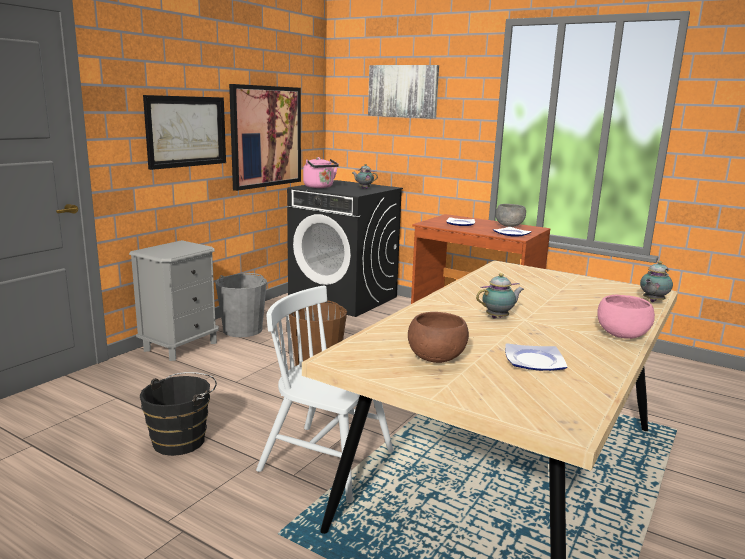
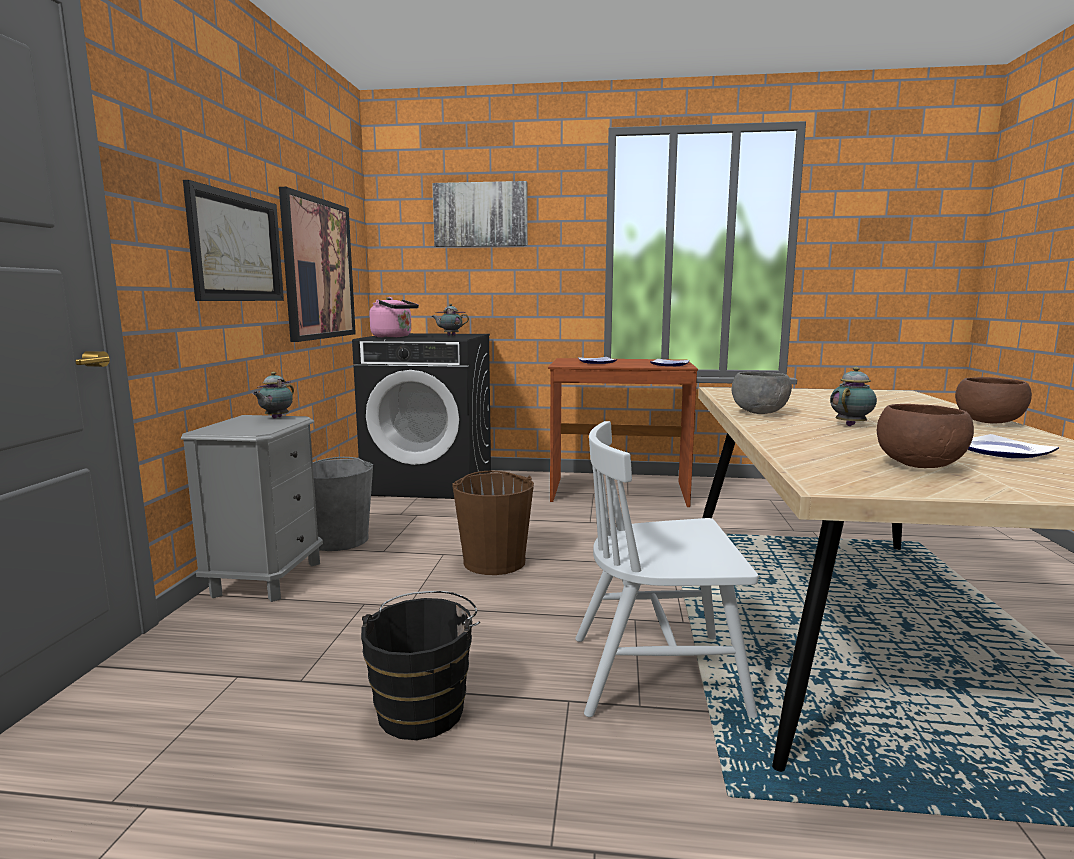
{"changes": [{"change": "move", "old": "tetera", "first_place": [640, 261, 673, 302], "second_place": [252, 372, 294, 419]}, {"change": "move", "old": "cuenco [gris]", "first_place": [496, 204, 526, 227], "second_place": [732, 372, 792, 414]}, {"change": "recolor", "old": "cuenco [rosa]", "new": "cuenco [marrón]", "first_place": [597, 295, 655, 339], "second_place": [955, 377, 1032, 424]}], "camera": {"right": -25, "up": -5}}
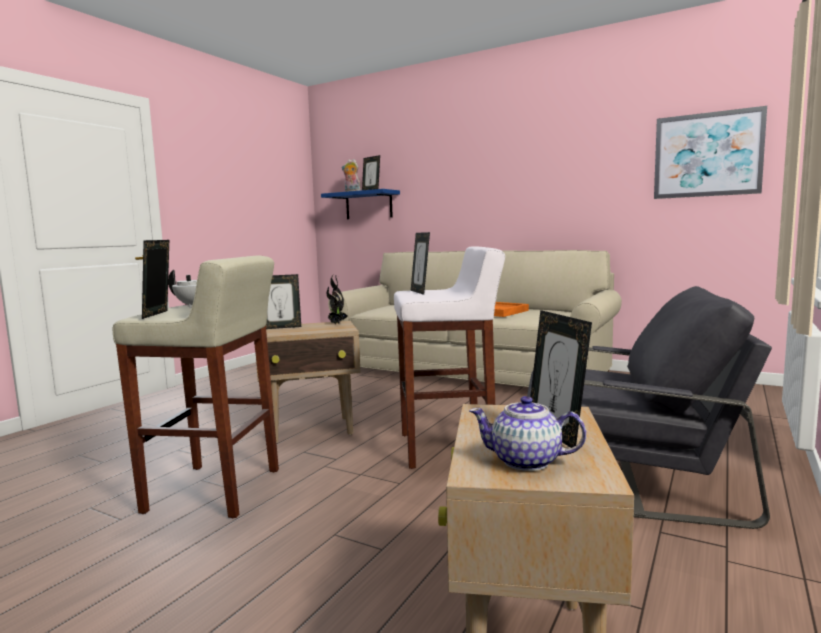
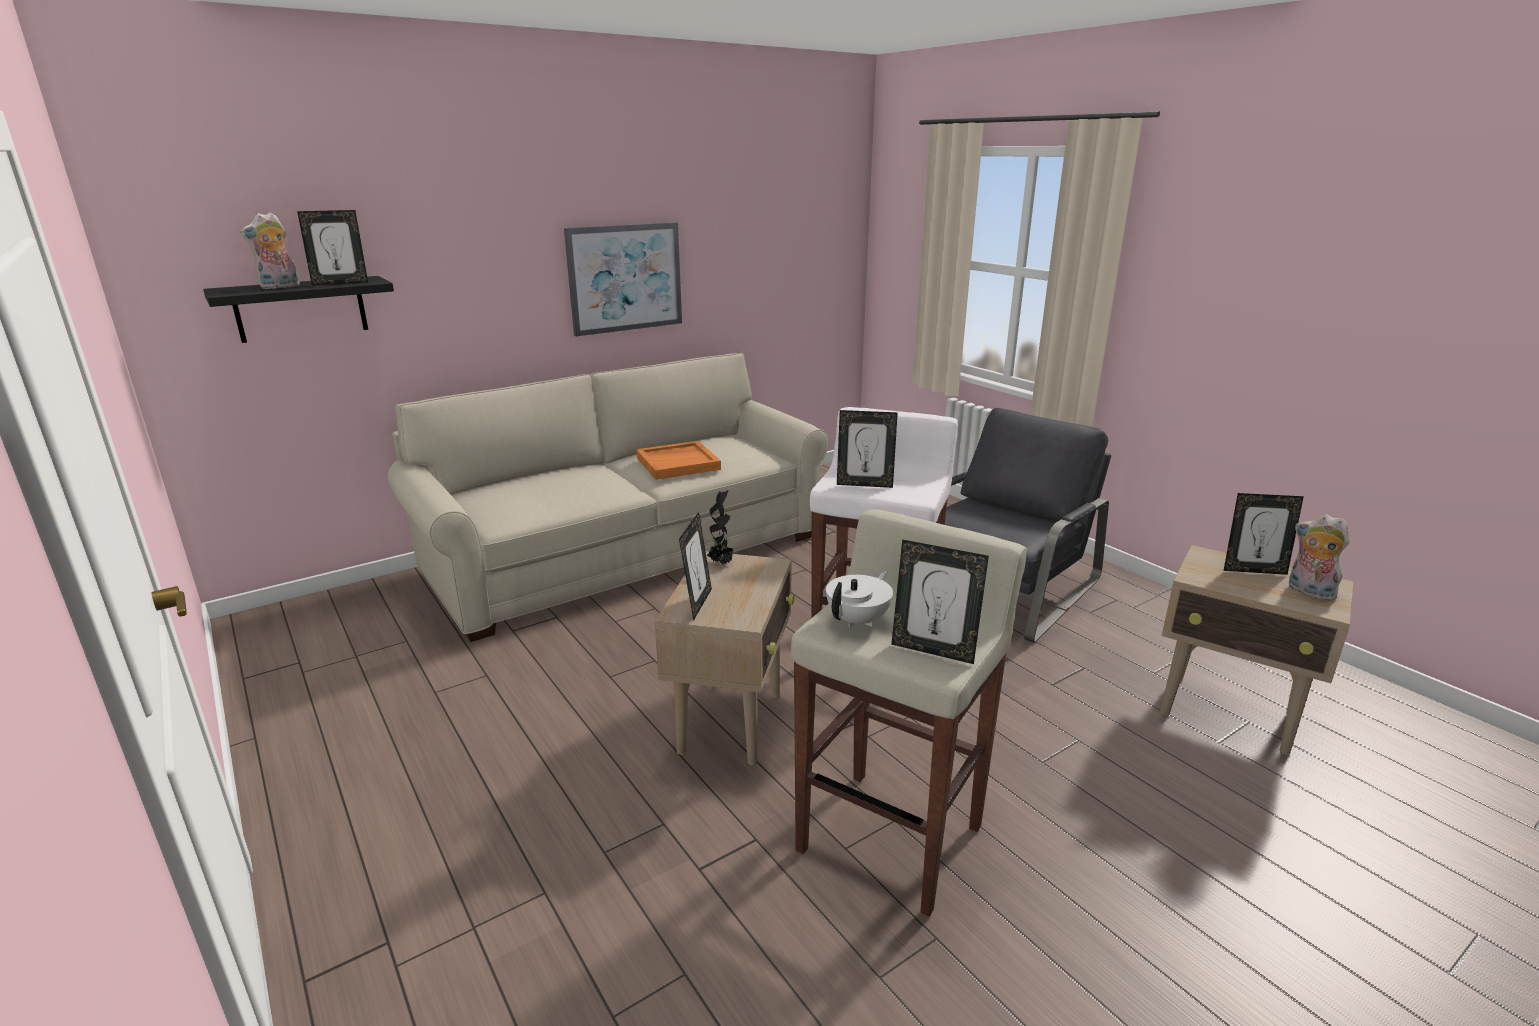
{"changes": [{"change": "recolor", "old": "estante [azul]", "new": "estante [negro]", "first_place": [321, 189, 400, 219], "second_place": [203, 276, 394, 343]}, {"change": "move", "old": "cuadro", "first_place": [654, 106, 767, 199], "second_place": [564, 222, 682, 337]}, {"change": "replace", "old": "tetera", "new": "peluche", "first_place": [469, 396, 586, 471], "second_place": [1289, 514, 1350, 601]}], "camera": {"right": -65, "up": 15}}
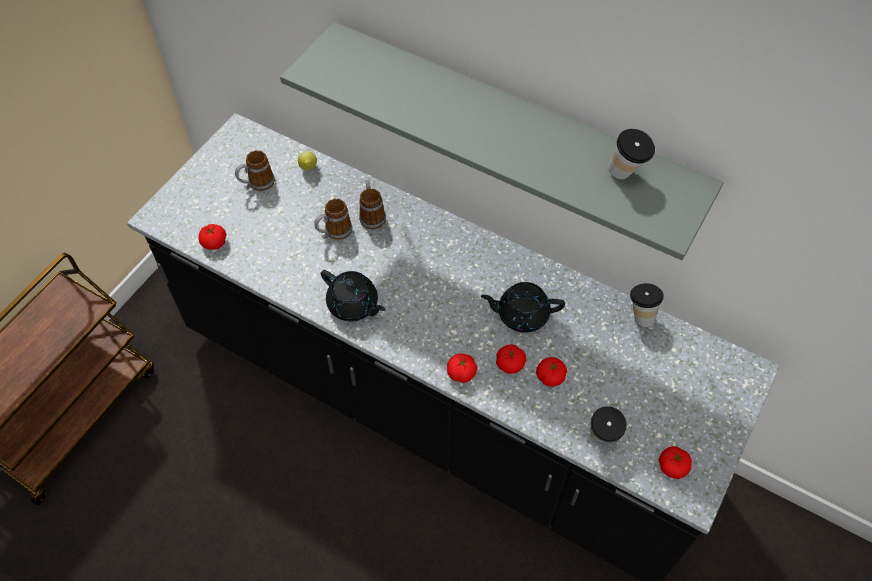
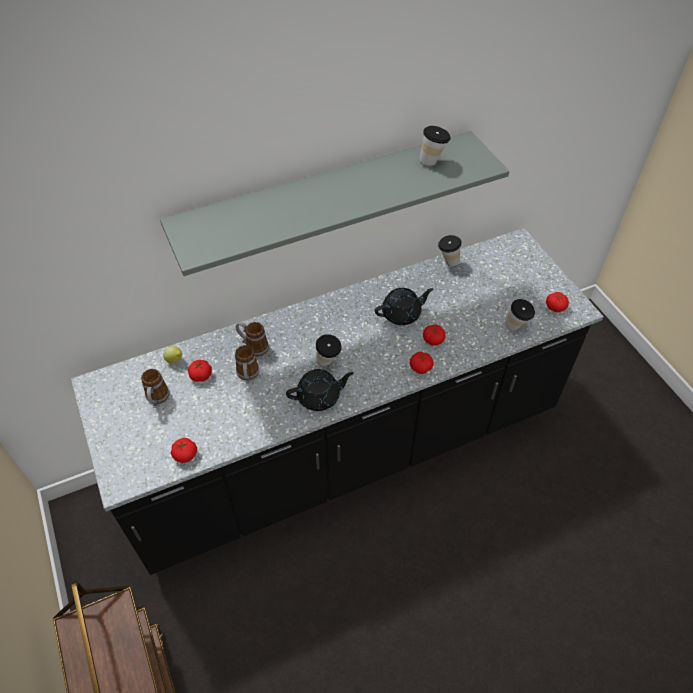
{"changes": [{"change": "move", "old": "tomate", "first_place": [536, 357, 567, 387], "second_place": [188, 360, 212, 382]}, {"change": "insert", "new": "taza", "second_place": [316, 334, 342, 366]}, {"change": "rotate", "old": "tetera [negro]", "first_place": [481, 282, 565, 333], "second_place": [375, 288, 433, 325], "degrees": -150}], "camera": {"right": -55, "up": -5}}
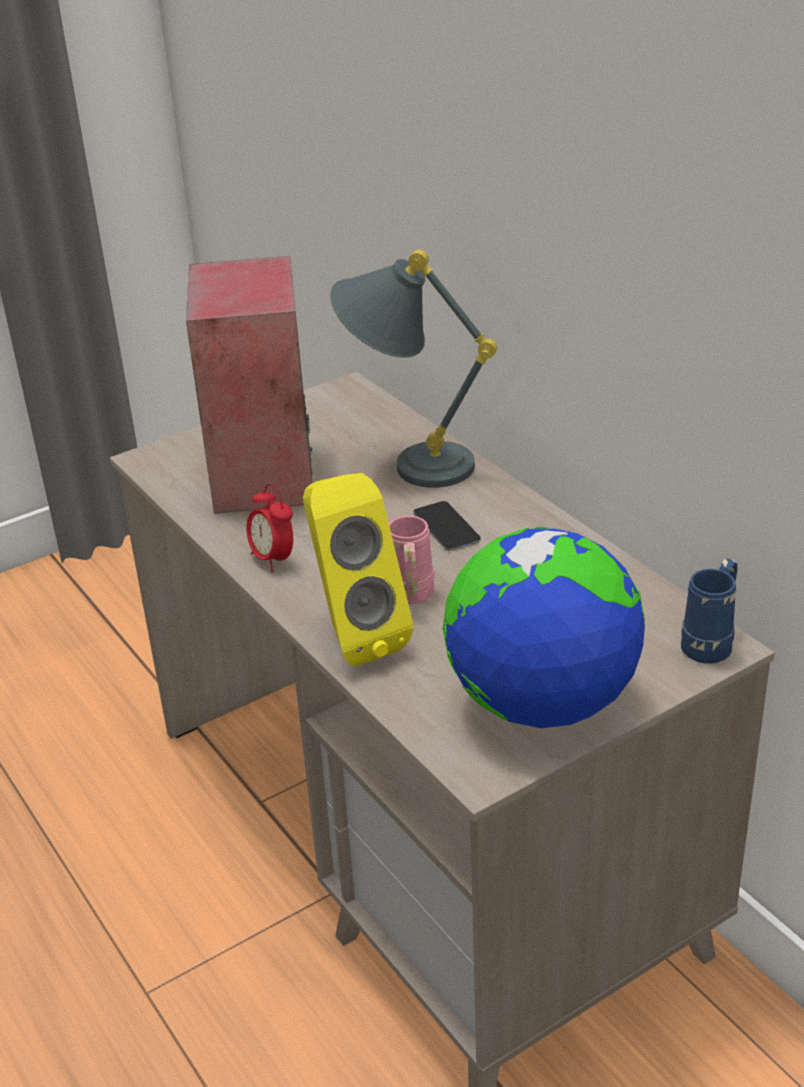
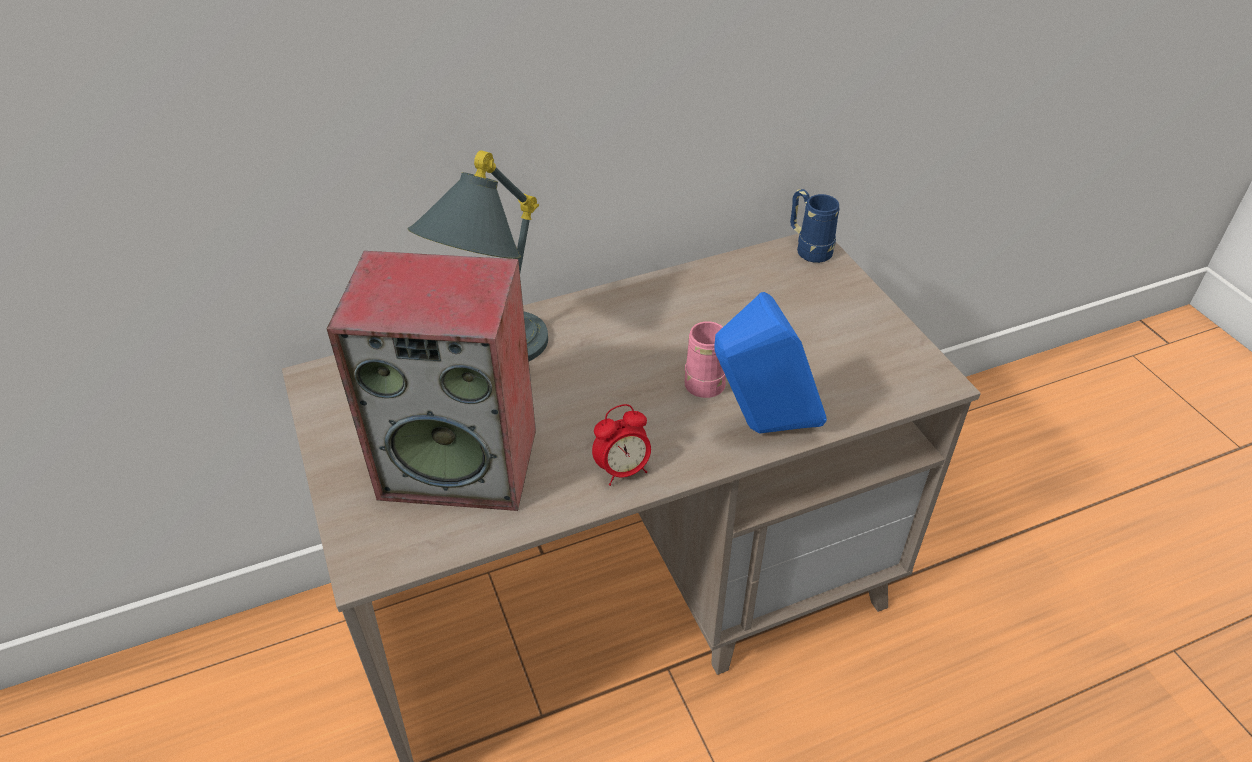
{"changes": [{"change": "recolor", "old": "altavoz [amarillo]", "new": "altavoz [azul]", "first_place": [303, 473, 413, 666], "second_place": [714, 292, 827, 433]}, {"change": "delete", "old": "móvil", "first_place": [413, 501, 481, 551]}, {"change": "delete", "old": "globo terráqueo", "first_place": [443, 527, 645, 728]}], "camera": {"right": -80, "up": 10}}
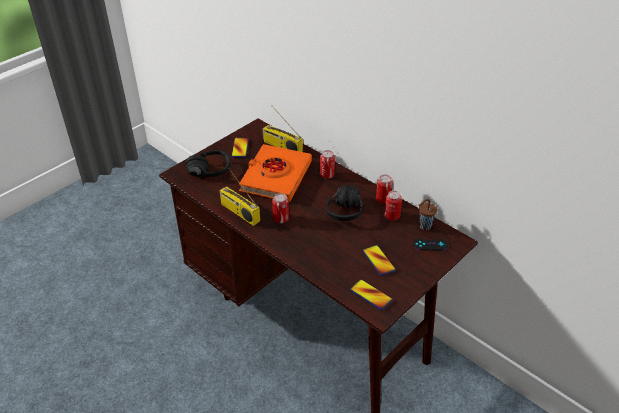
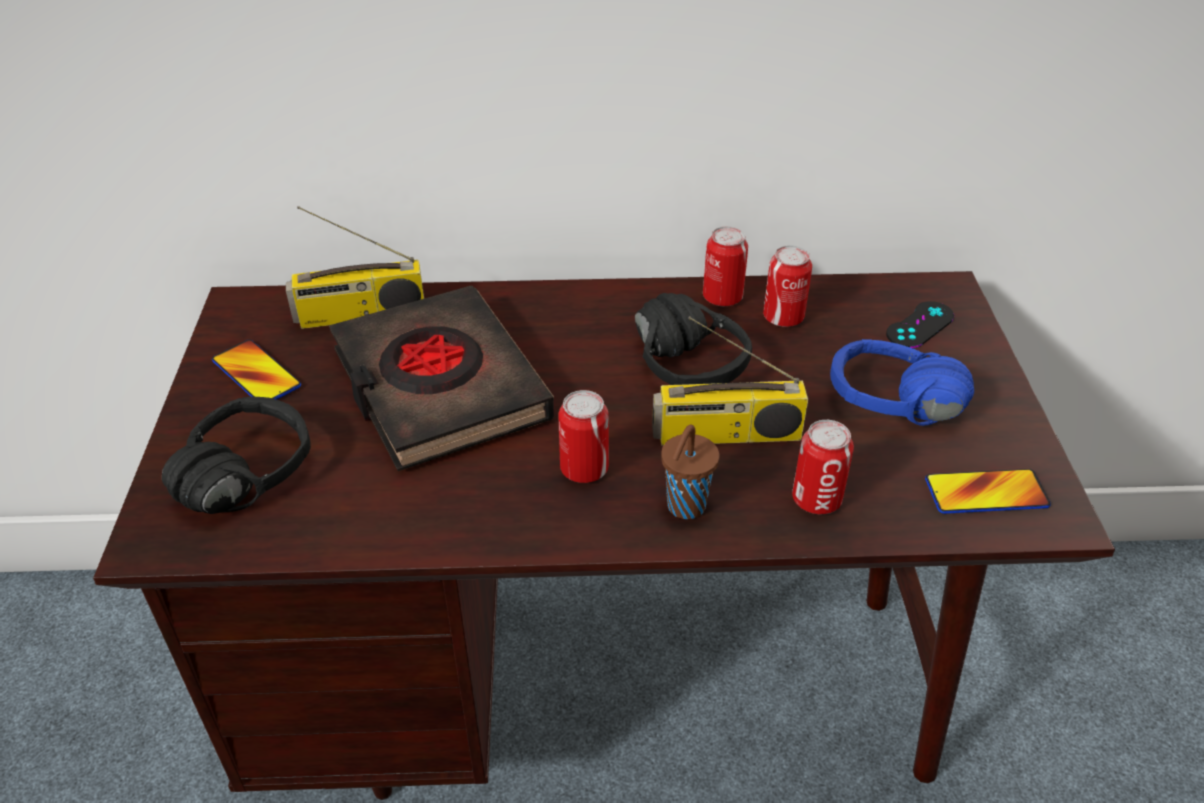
{"changes": [{"change": "recolor", "old": "libro [naranja]", "new": "libro [negro]", "first_place": [239, 144, 312, 202], "second_place": [329, 286, 555, 471]}, {"change": "move", "old": "radio", "first_place": [220, 167, 260, 226], "second_place": [652, 316, 808, 446]}, {"change": "move", "old": "taza [marrón]", "first_place": [418, 199, 437, 230], "second_place": [661, 425, 719, 519]}, {"change": "move", "old": "lata", "first_place": [320, 150, 335, 178], "second_place": [792, 420, 854, 514]}, {"change": "replace", "old": "móvil", "new": "auriculares [azul]", "first_place": [363, 245, 396, 276], "second_place": [830, 339, 974, 426]}], "camera": {"right": -45, "up": 0}}
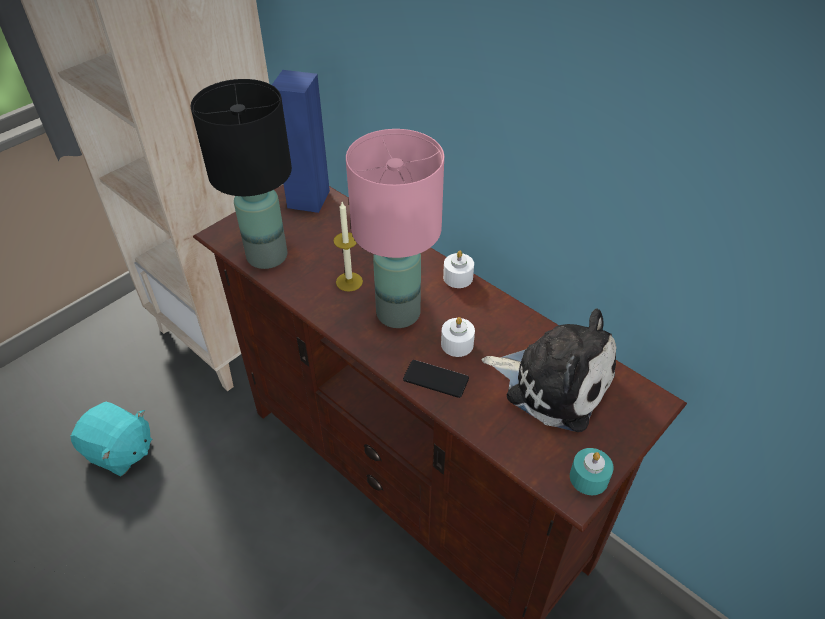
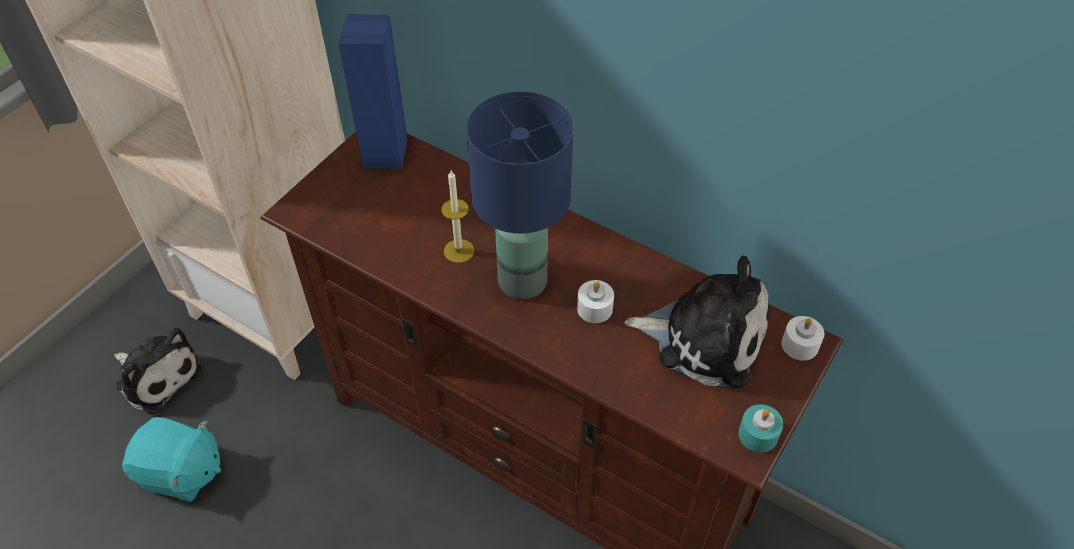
{"changes": [{"change": "insert", "new": "peluche", "second_place": [114, 327, 202, 415]}, {"change": "recolor", "old": "lámpara de mesa [rosa]", "new": "lámpara de mesa [azul]", "first_place": [346, 129, 444, 328], "second_place": [466, 91, 574, 299]}, {"change": "move", "old": "vela [blanco]", "first_place": [443, 251, 474, 288], "second_place": [782, 316, 824, 361]}, {"change": "delete", "old": "lámpara de mesa [negro]", "first_place": [191, 79, 292, 269]}, {"change": "delete", "old": "móvil", "first_place": [403, 360, 469, 398]}], "camera": {"right": -10, "up": 5}}
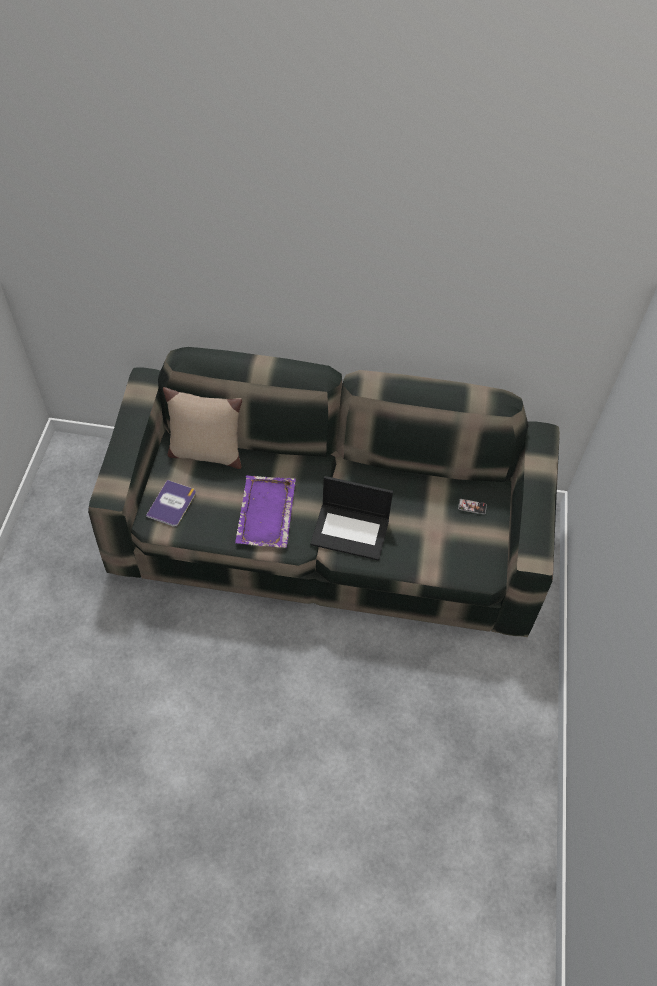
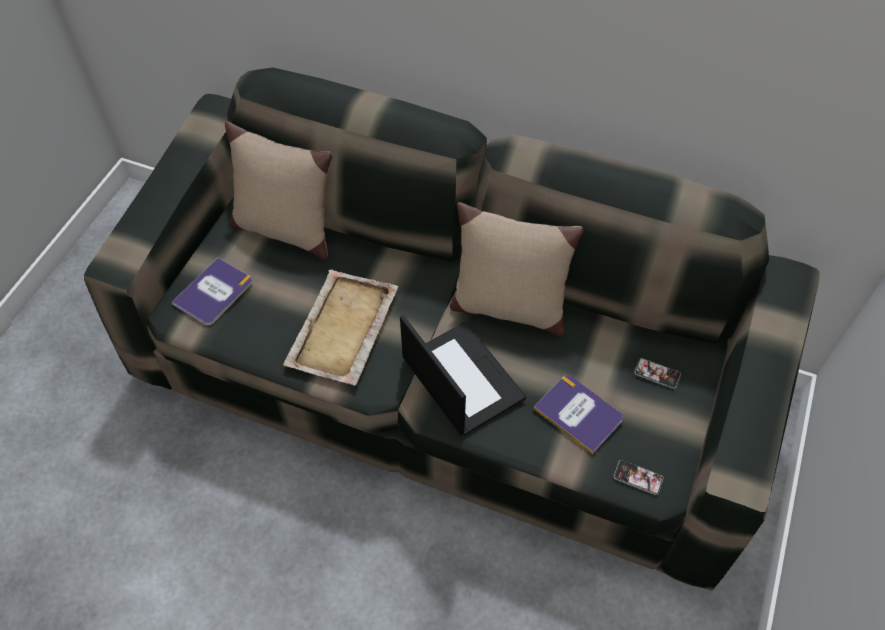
{"changes": [{"change": "recolor", "old": "bandeja [morado]", "new": "bandeja [beis]", "first_place": [235, 475, 296, 548], "second_place": [283, 269, 398, 386]}, {"change": "rotate", "old": "portátil", "first_place": [310, 476, 393, 561], "second_place": [400, 315, 526, 436], "degrees": -150}, {"change": "insert", "new": "cojín [beis]", "second_place": [450, 202, 584, 336]}, {"change": "insert", "new": "libro", "second_place": [533, 375, 623, 455]}, {"change": "insert", "new": "móvil", "second_place": [614, 460, 664, 495]}], "camera": {"right": 15, "up": 0}}
